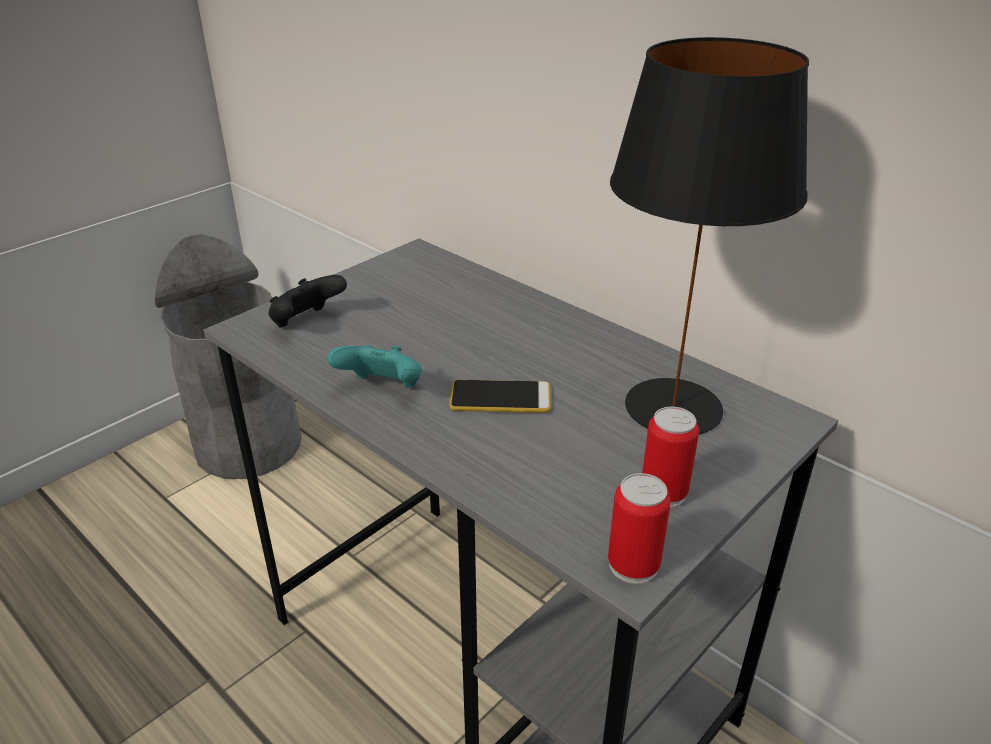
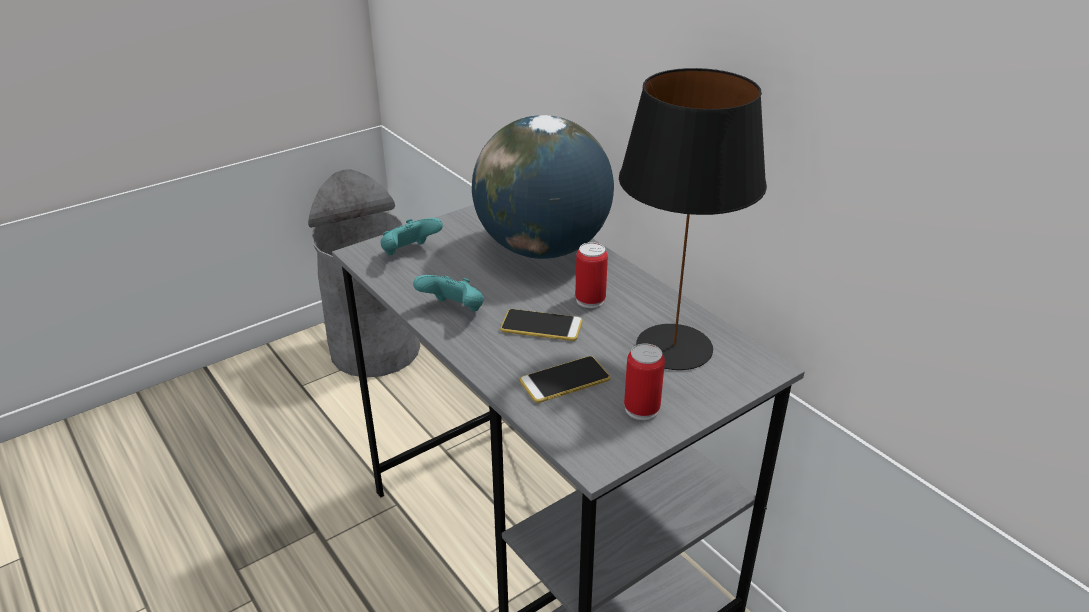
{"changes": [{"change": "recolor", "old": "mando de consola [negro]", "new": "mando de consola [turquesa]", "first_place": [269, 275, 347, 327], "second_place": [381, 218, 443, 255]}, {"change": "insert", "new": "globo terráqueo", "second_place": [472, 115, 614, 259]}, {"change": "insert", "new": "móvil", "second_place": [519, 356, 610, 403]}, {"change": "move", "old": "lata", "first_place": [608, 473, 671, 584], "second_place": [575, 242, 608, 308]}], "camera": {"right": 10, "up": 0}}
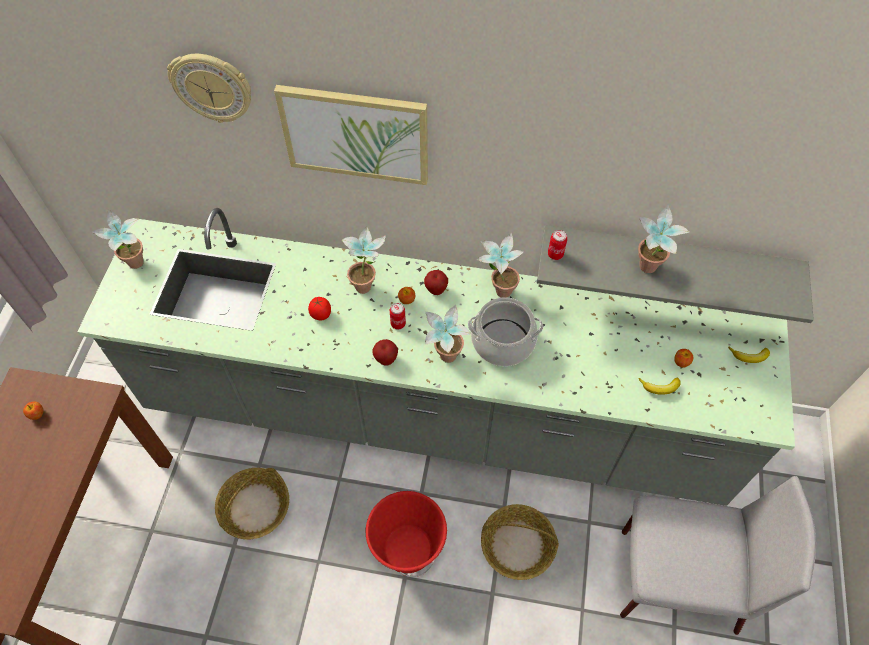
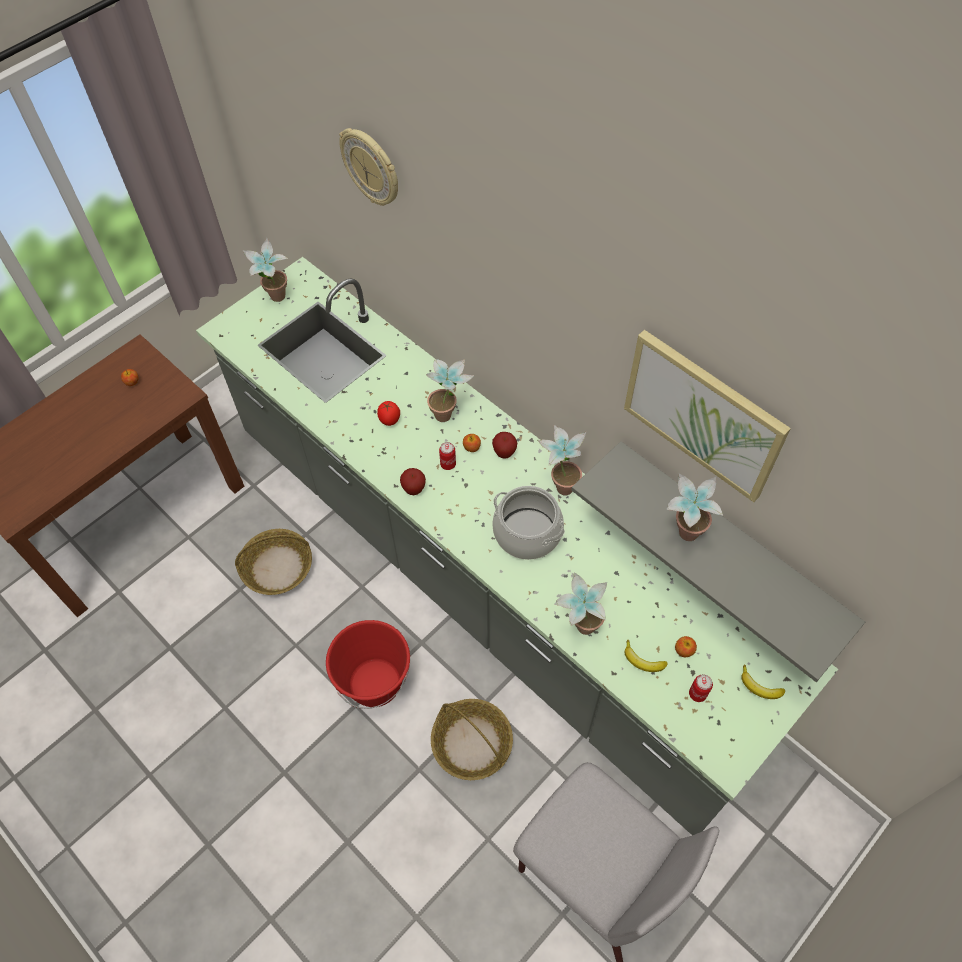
{"changes": [{"change": "move", "old": "planta en maceta", "first_place": [425, 305, 471, 363], "second_place": [554, 572, 607, 635]}, {"change": "move", "old": "cuadro", "first_place": [274, 85, 428, 185], "second_place": [624, 330, 791, 502]}, {"change": "move", "old": "lata", "first_place": [548, 230, 567, 260], "second_place": [689, 675, 713, 702]}], "camera": {"right": 35, "up": 0}}
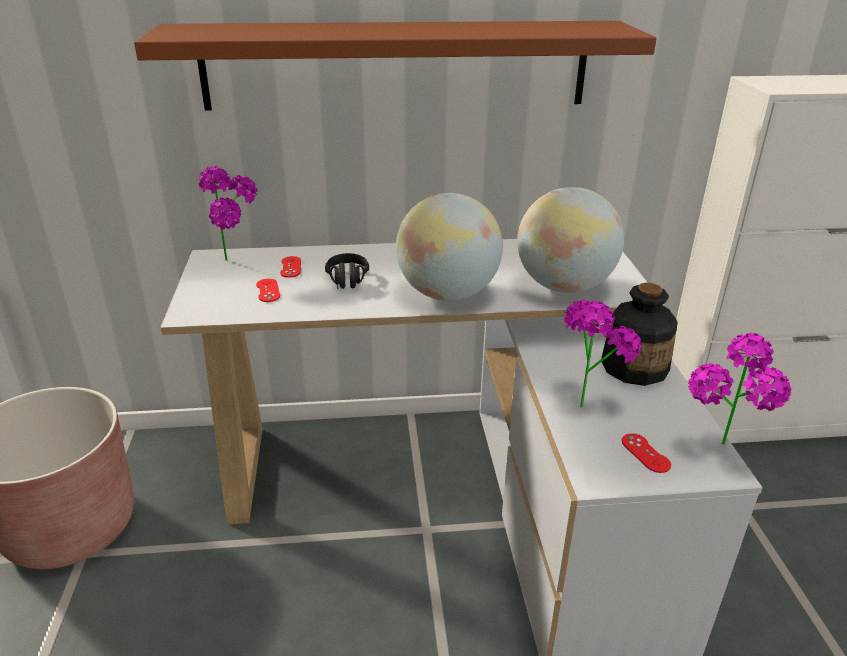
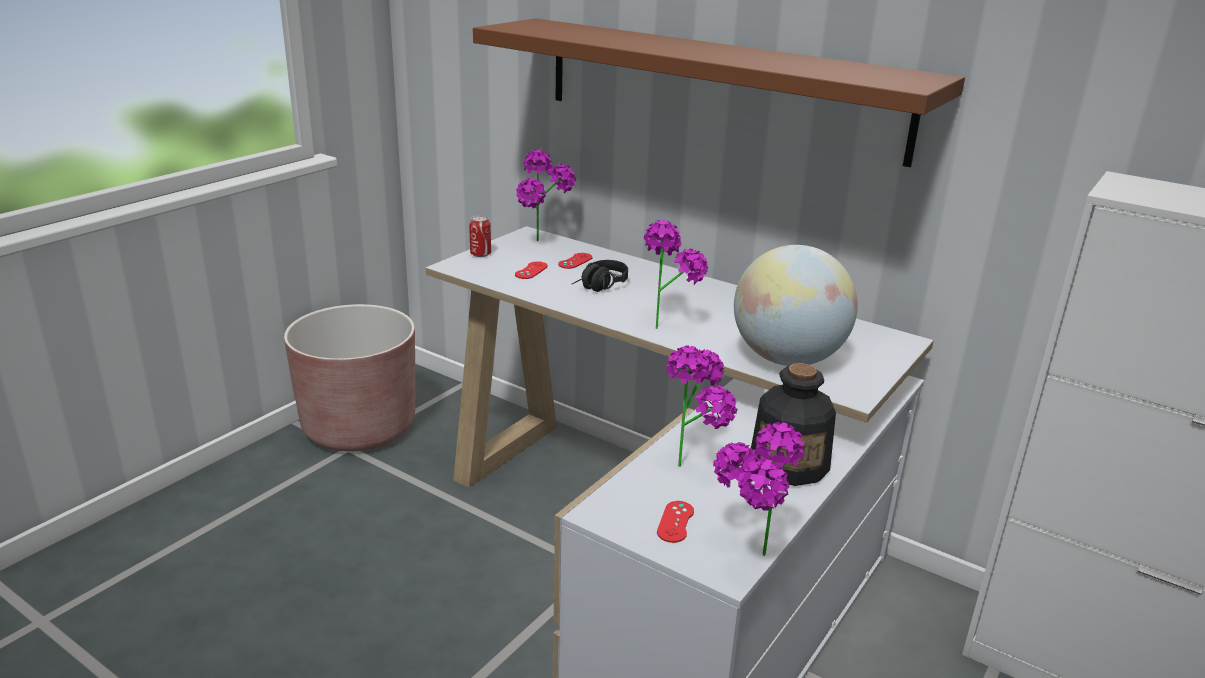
{"changes": [{"change": "insert", "new": "lata", "second_place": [469, 215, 491, 257]}, {"change": "replace", "old": "globo terráqueo", "new": "planta en maceta", "first_place": [396, 193, 503, 301], "second_place": [644, 220, 708, 329]}], "camera": {"right": 40, "up": -5}}
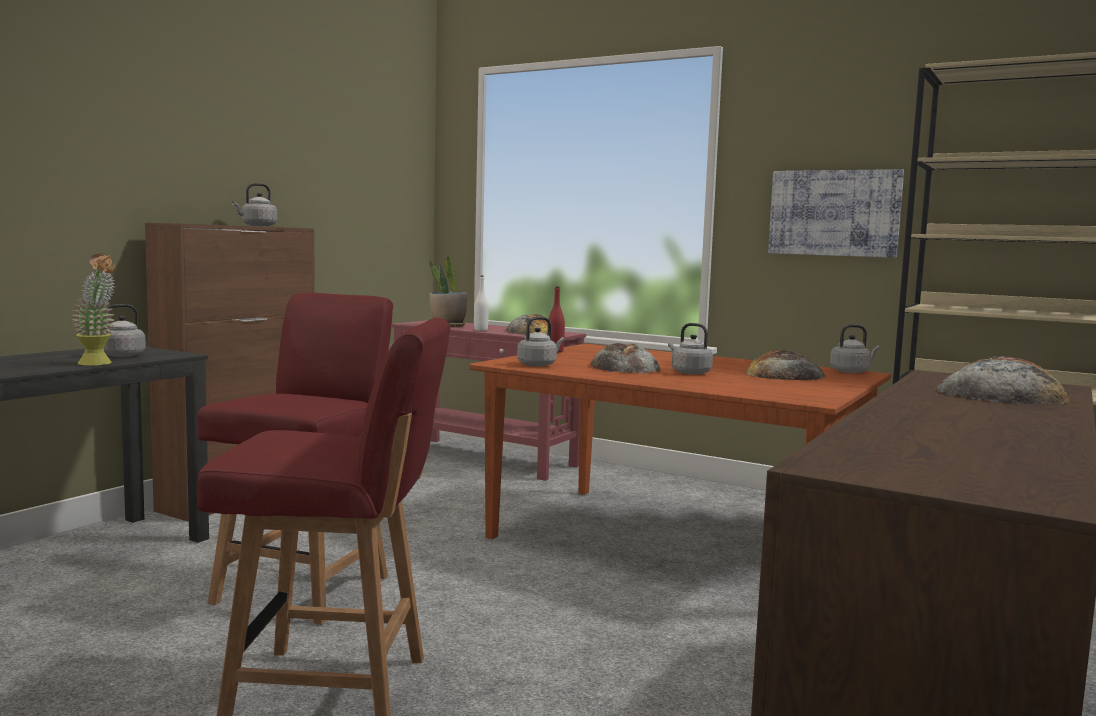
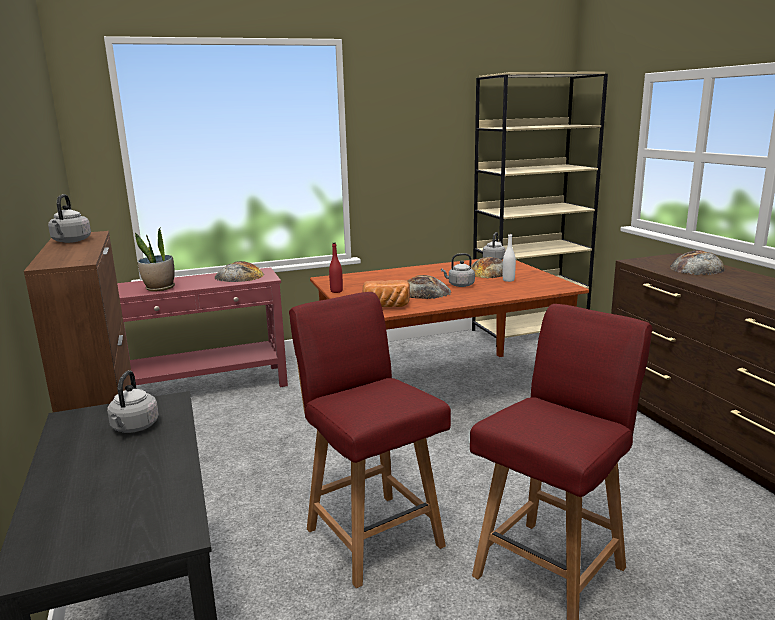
{"changes": [{"change": "replace", "old": "hervidor [gris]", "new": "pan", "first_place": [517, 317, 564, 367], "second_place": [363, 280, 410, 307]}, {"change": "move", "old": "botella [blanco]", "first_place": [474, 276, 489, 331], "second_place": [503, 233, 516, 282]}, {"change": "delete", "old": "planta en maceta", "first_place": [72, 253, 115, 365]}, {"change": "delete", "old": "cuadro", "first_place": [768, 169, 904, 258]}], "camera": {"right": -50, "up": 10}}
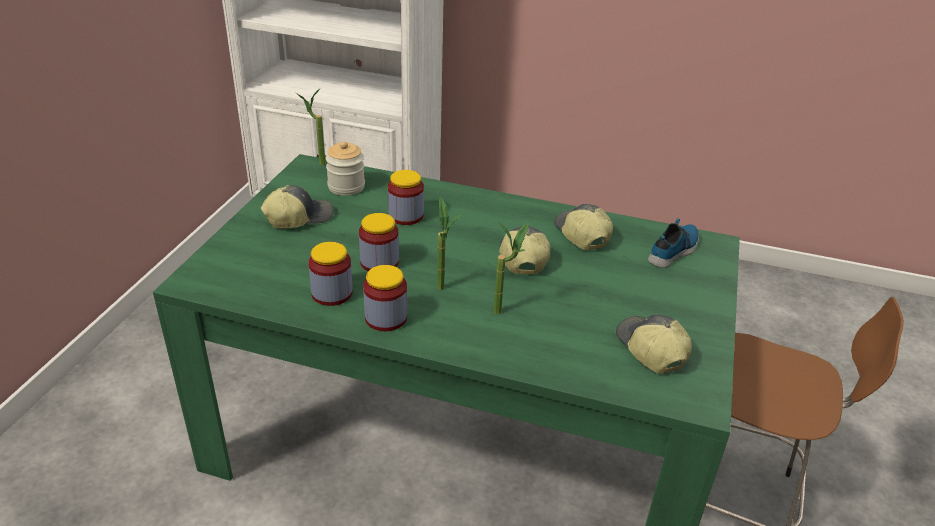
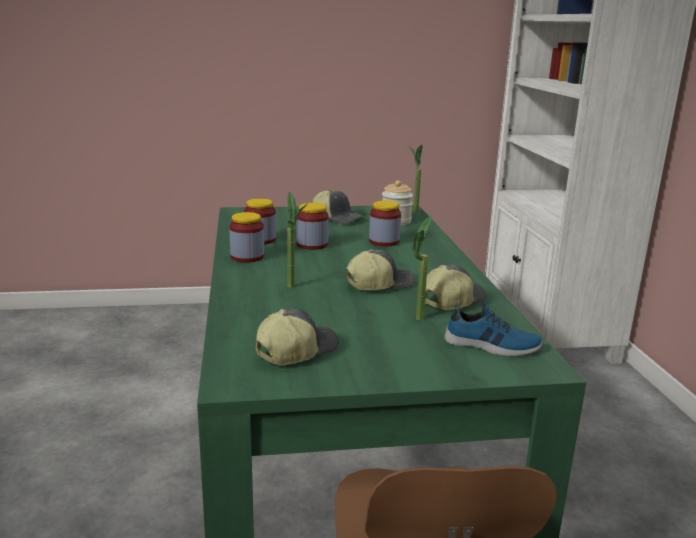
{"changes": [{"change": "move", "old": "planta en maceta", "first_place": [437, 196, 463, 290], "second_place": [406, 215, 432, 320]}], "camera": {"right": 65, "up": -15}}
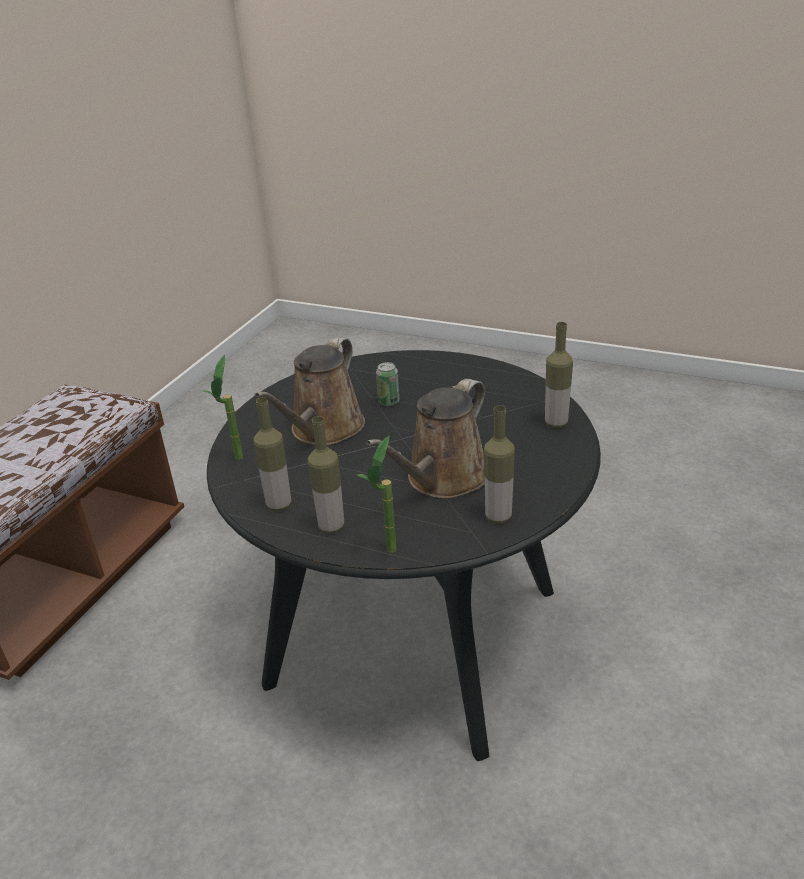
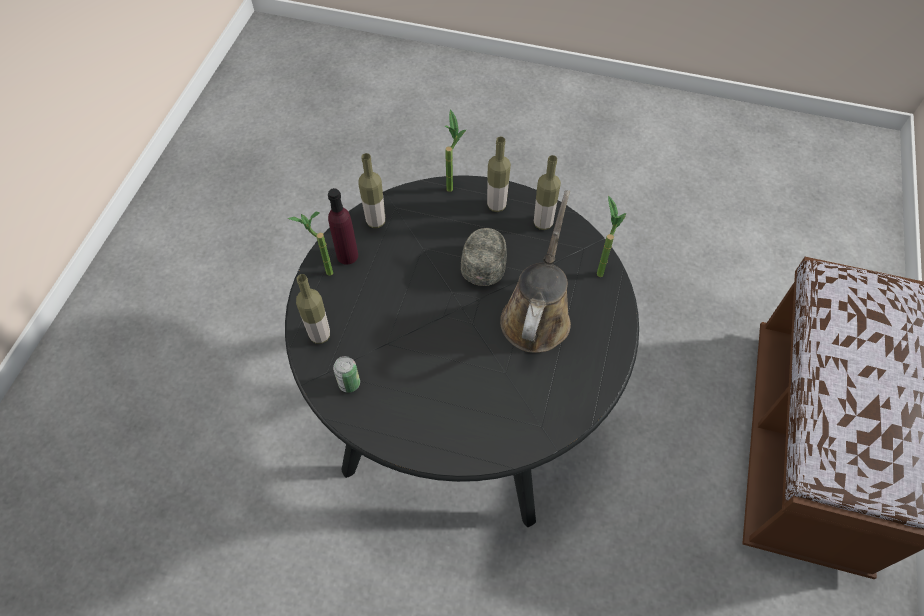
{"changes": [{"change": "insert", "new": "planta en maceta", "second_place": [288, 212, 333, 276]}, {"change": "insert", "new": "botella [morado]", "second_place": [328, 188, 358, 265]}, {"change": "move", "old": "lata", "first_place": [376, 362, 399, 406], "second_place": [333, 356, 360, 393]}, {"change": "insert", "new": "gorra [gris]", "second_place": [461, 228, 507, 286]}, {"change": "delete", "old": "regadera [marrón]", "first_place": [366, 379, 485, 499]}], "camera": {"right": 170, "up": 25}}
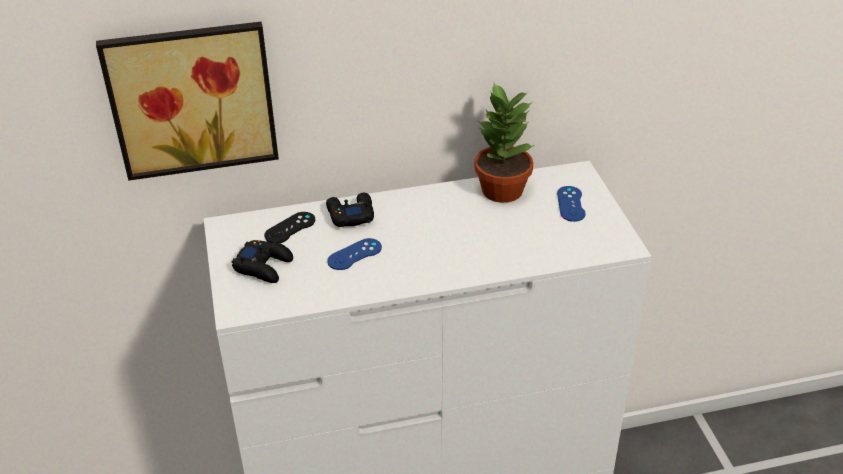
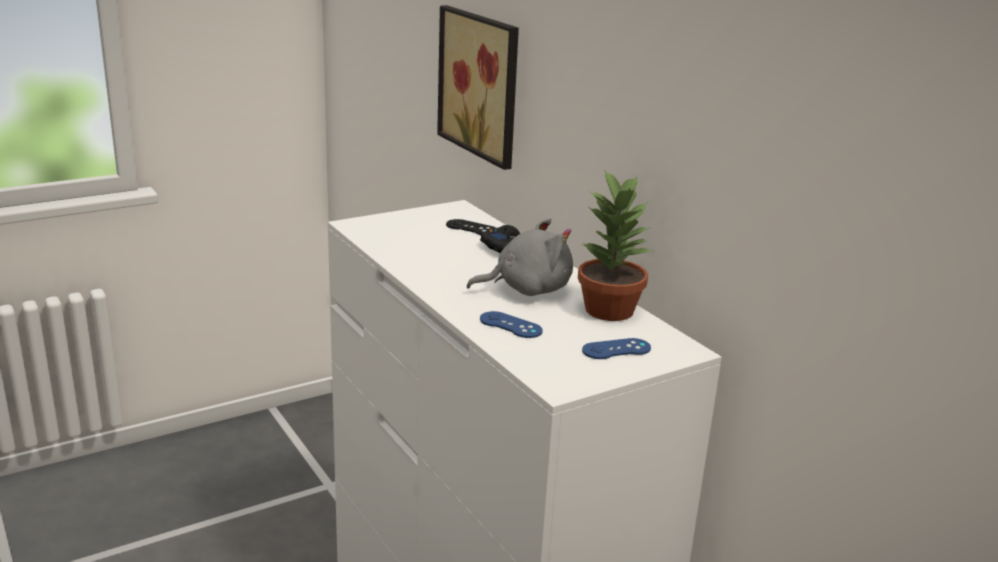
{"changes": [{"change": "insert", "new": "peluche [gris]", "second_place": [467, 218, 573, 296]}, {"change": "move", "old": "mando de consola [azul]", "first_place": [327, 238, 382, 270], "second_place": [480, 311, 543, 338]}, {"change": "delete", "old": "mando de consola [negro]", "first_place": [232, 240, 293, 283]}], "camera": {"right": 70, "up": -15}}
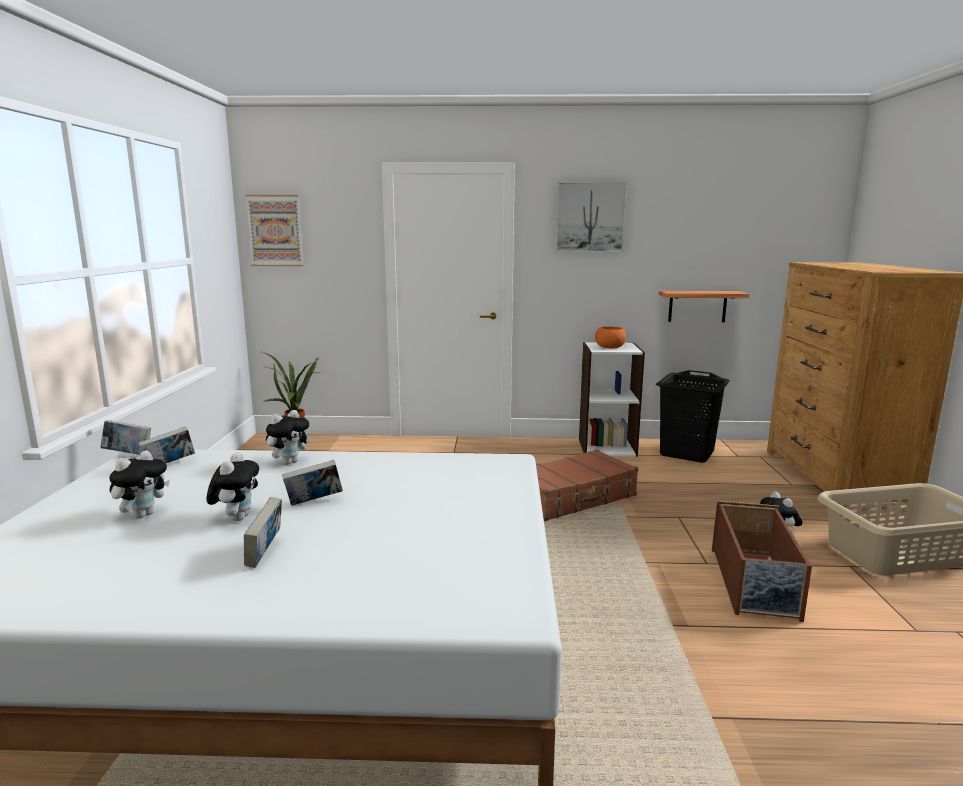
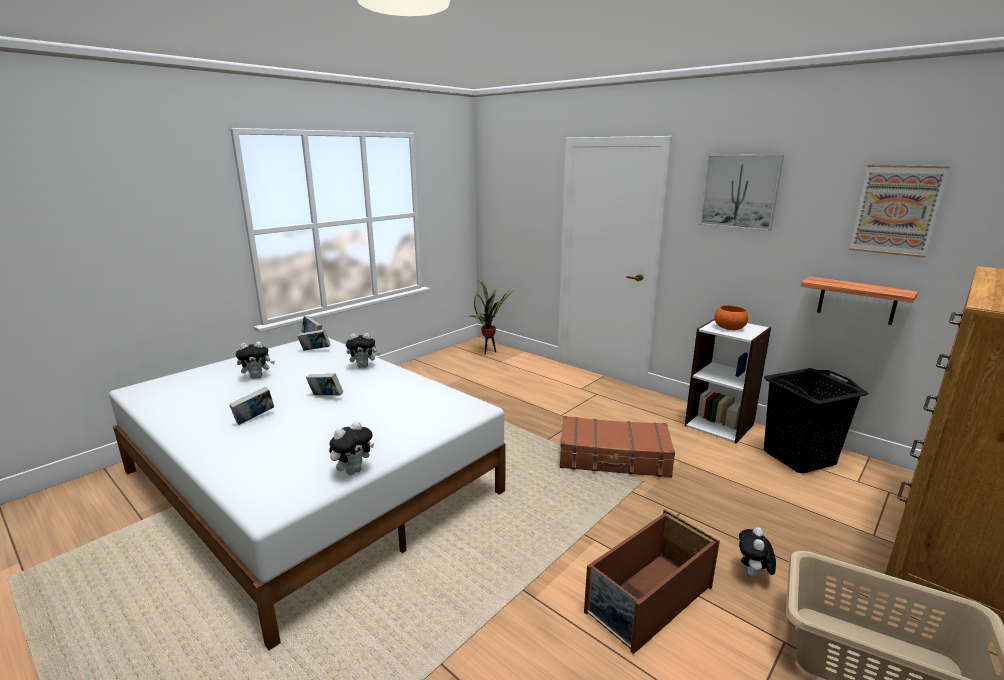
{"changes": [{"change": "move", "old": "peluche", "first_place": [206, 452, 259, 521], "second_place": [329, 421, 374, 475]}, {"change": "move", "old": "cuadro", "first_place": [245, 195, 304, 266], "second_place": [849, 165, 950, 258]}], "camera": {"right": 40, "up": 5}}
